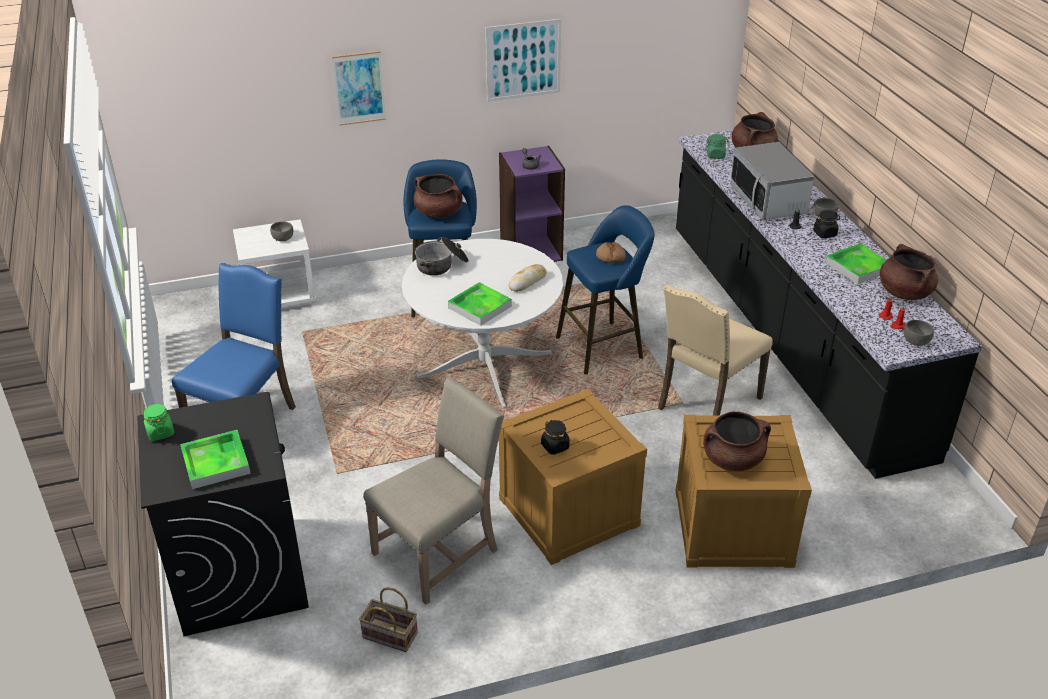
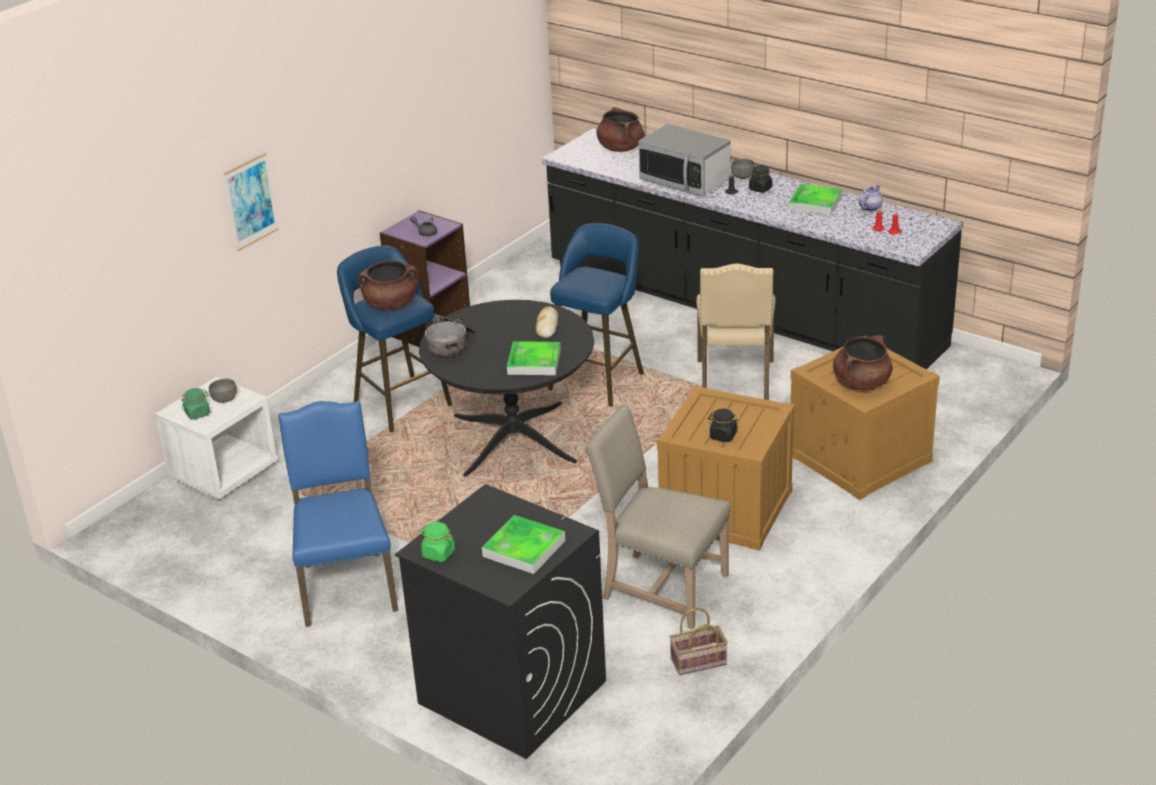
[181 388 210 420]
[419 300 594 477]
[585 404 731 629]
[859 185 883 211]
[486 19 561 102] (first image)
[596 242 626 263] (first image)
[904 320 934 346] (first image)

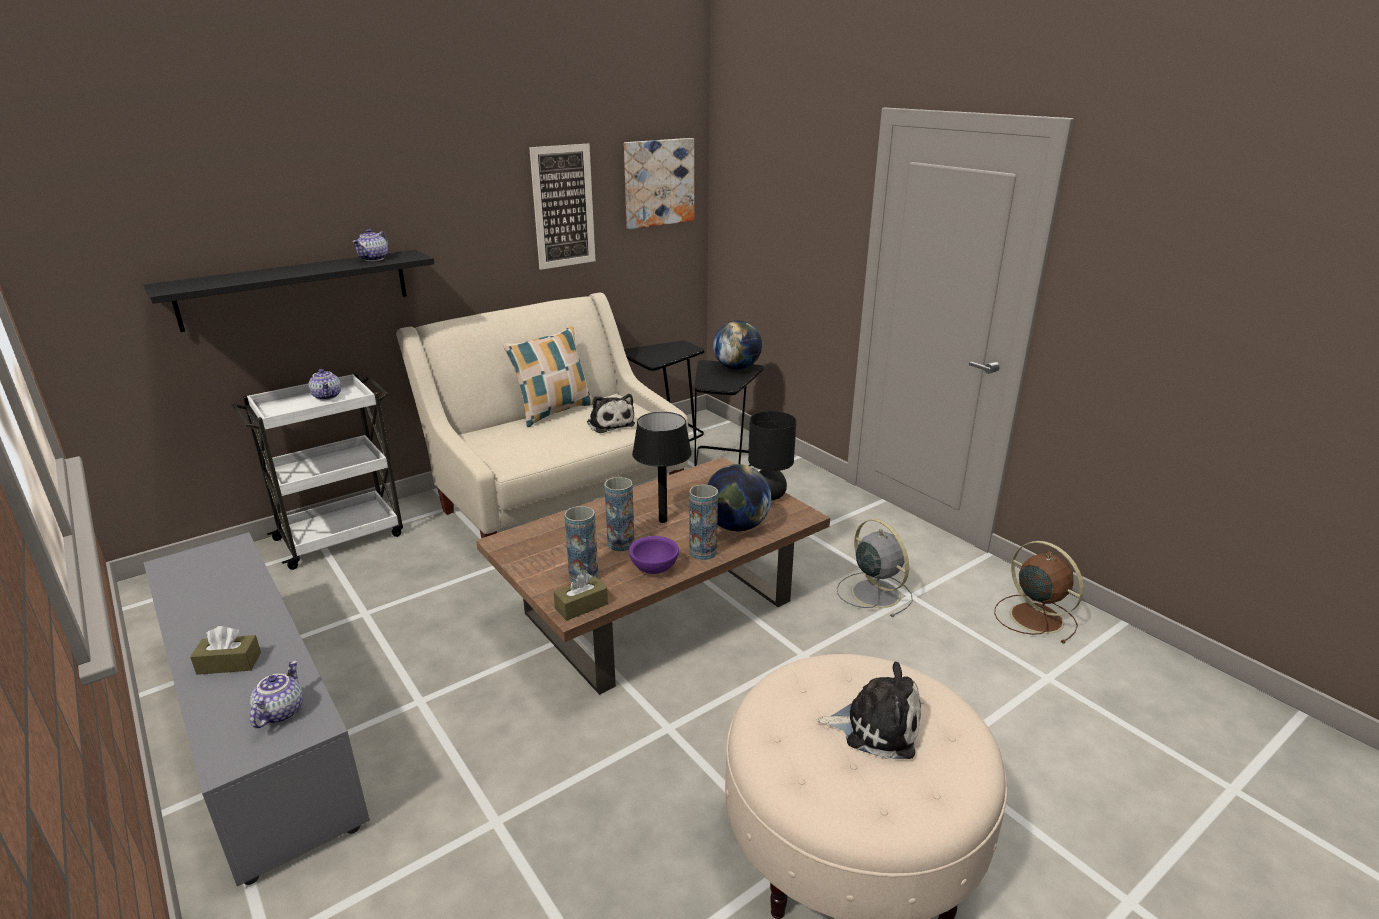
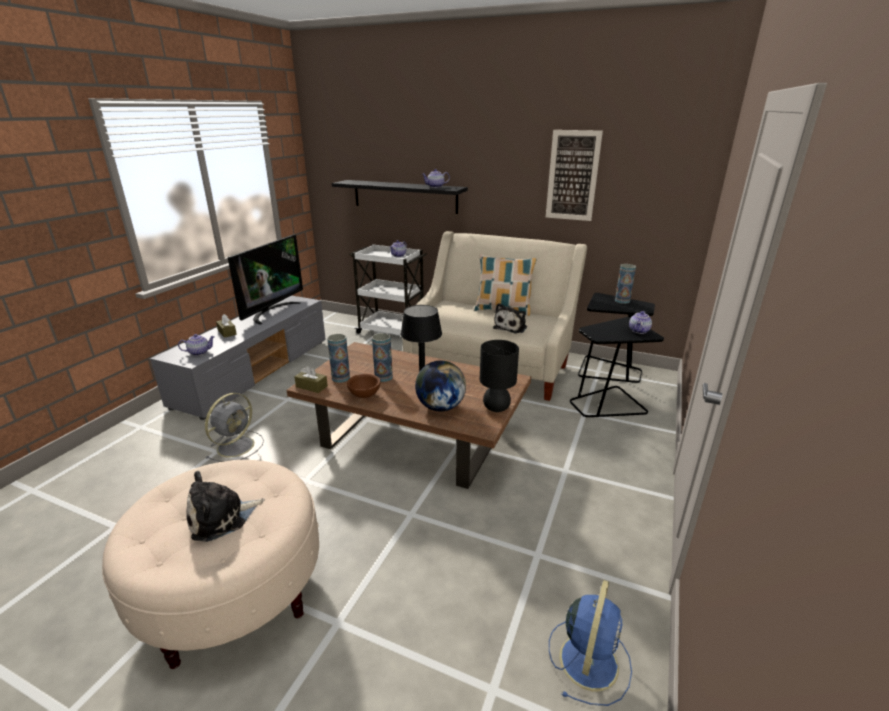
[186 471 265 542]
[205 393 264 462]
[228 234 303 325]
[347 374 381 398]
[549 580 632 706]
[615 264 636 304]
[629 311 652 334]
[624 138 694 229] (first image)

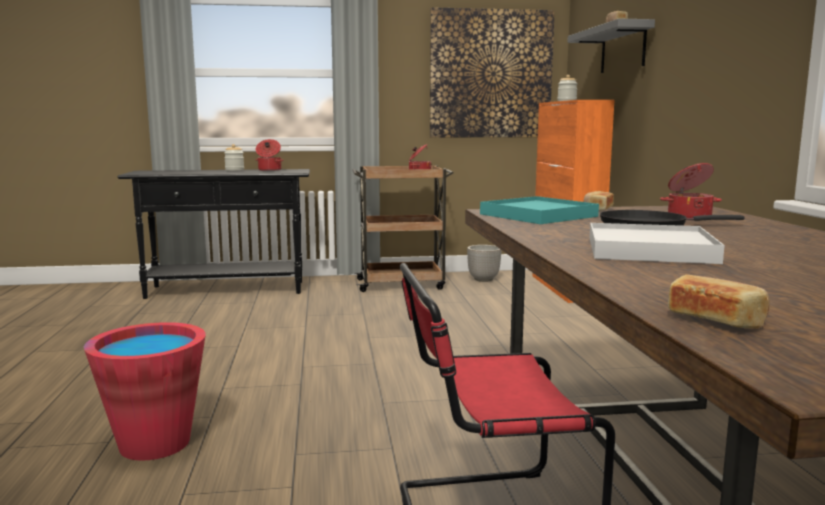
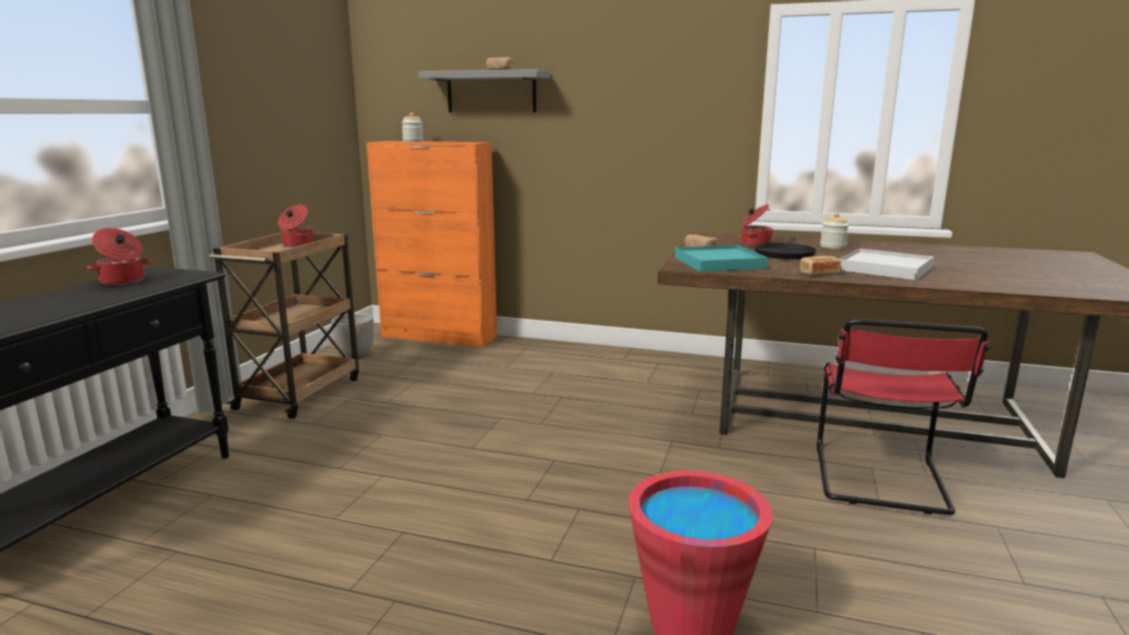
[800 256 841 275]
[820 213 849 249]
[430 7 555 138] (first image)

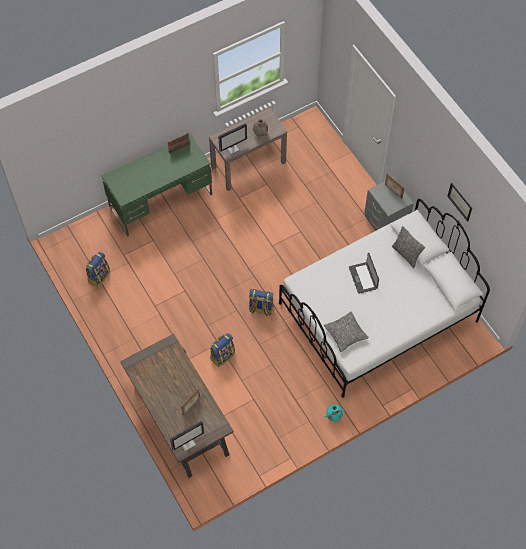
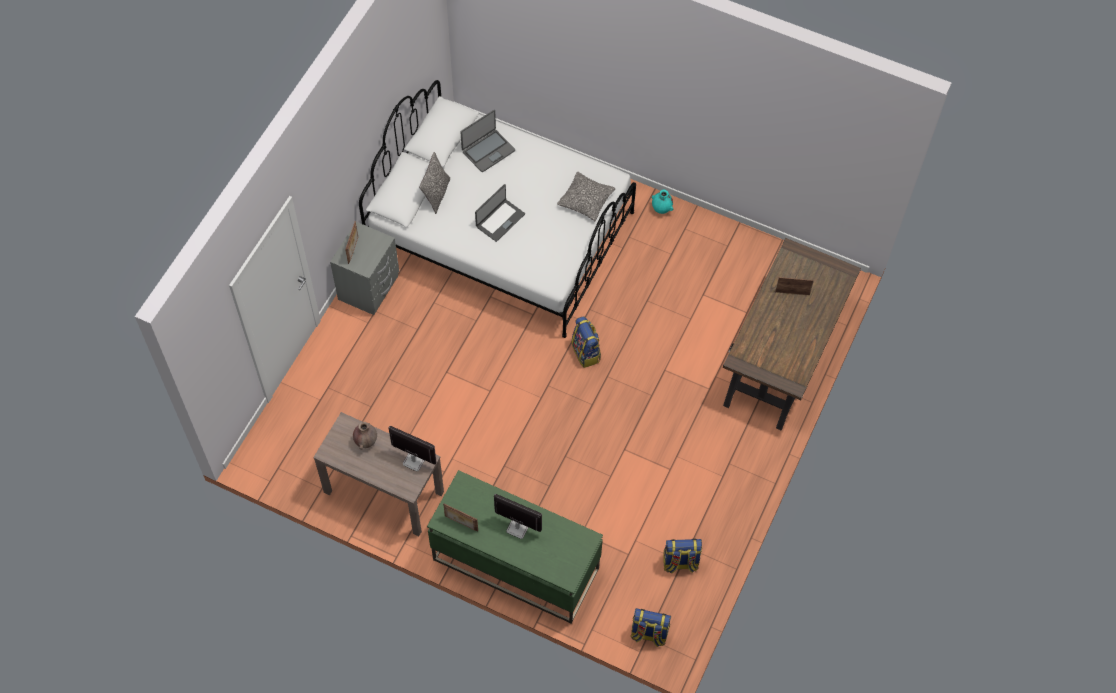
[461 110 515 172]
[494 494 542 539]
[630 608 671 647]
[447 183 472 222] (first image)

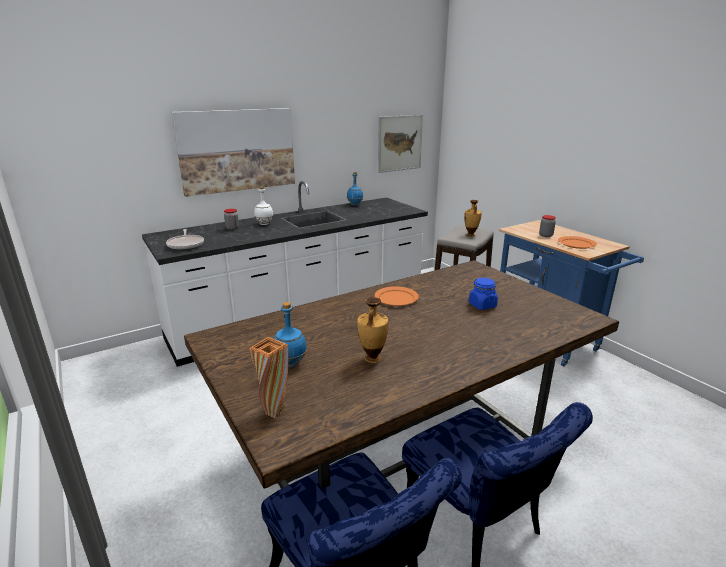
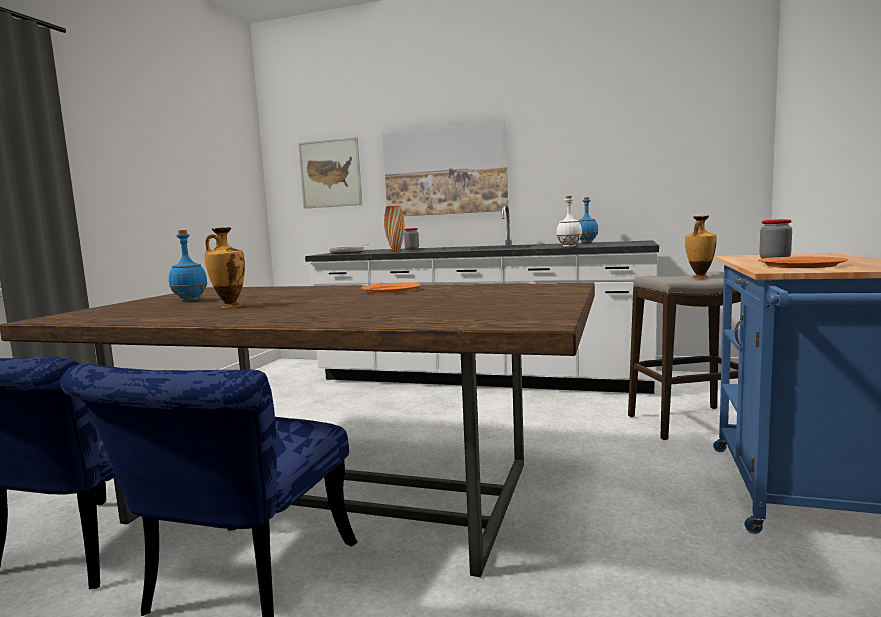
[298 137 362 209]
[384 206 405 252]
[556 196 582 247]
[469 278 498 310] (first image)

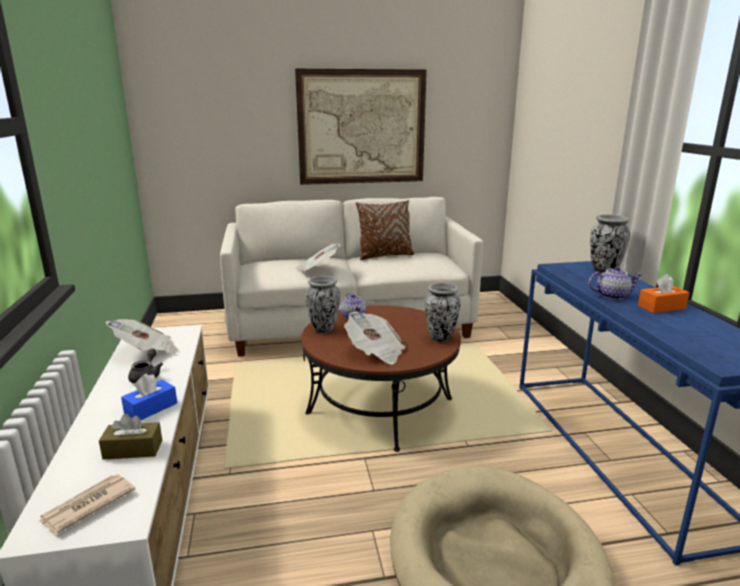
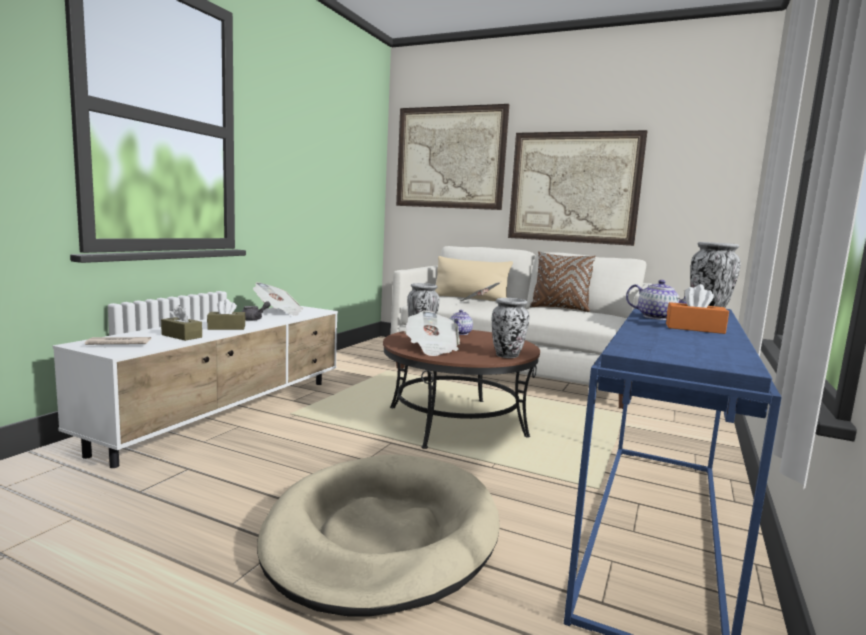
[207 299 246 330]
[396 104 509 210]
[435 256 513 301]

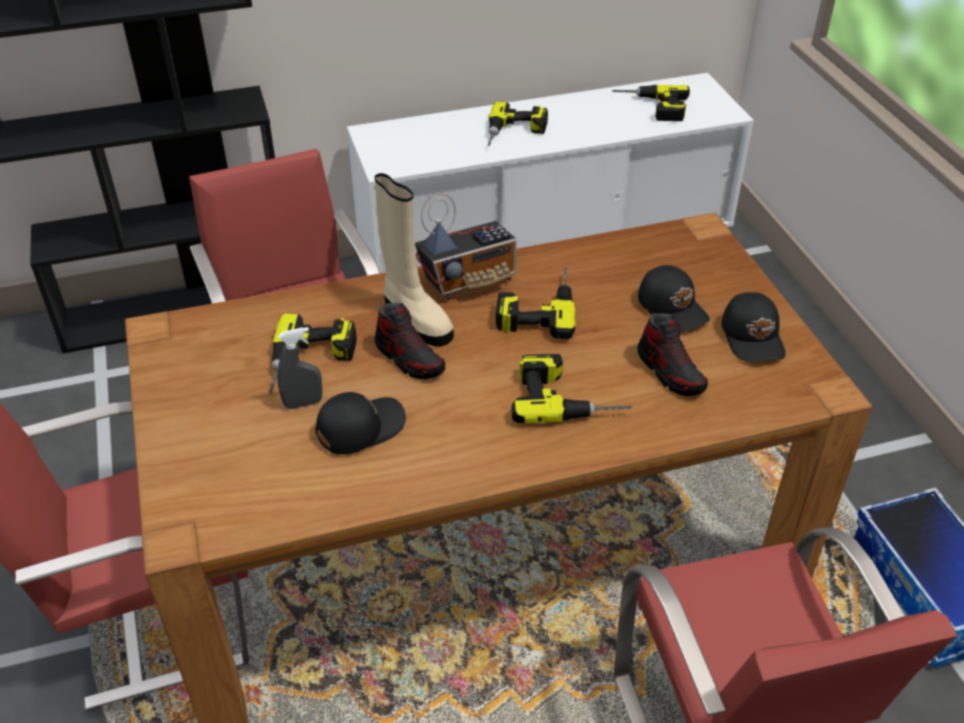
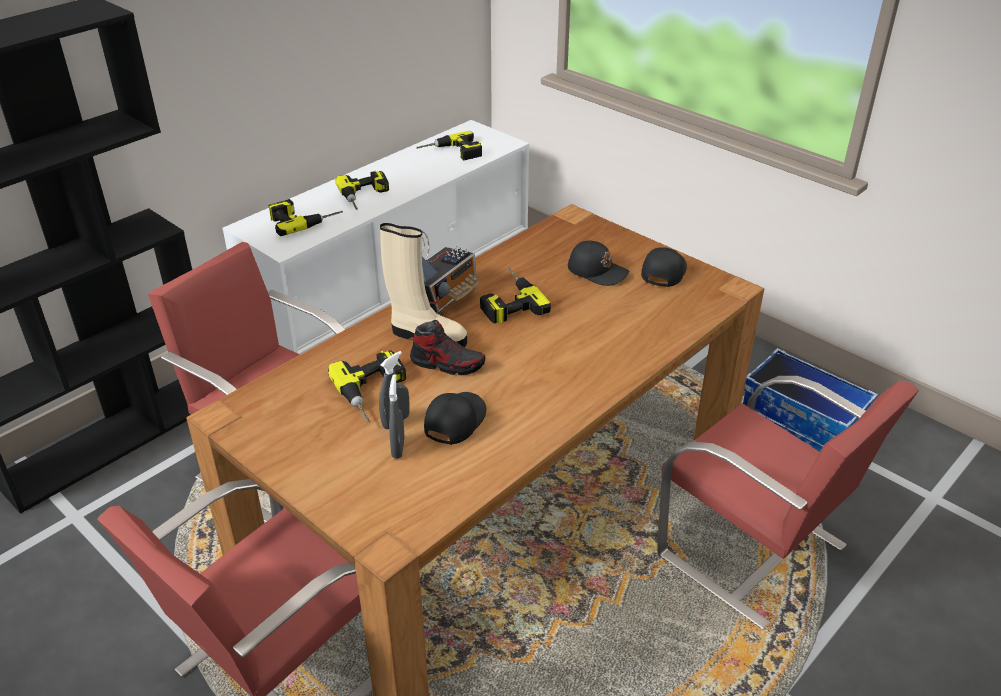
[268 199 343 236]
[389 374 405 459]
[641 247 687 287]
[637 313 708 396] (first image)

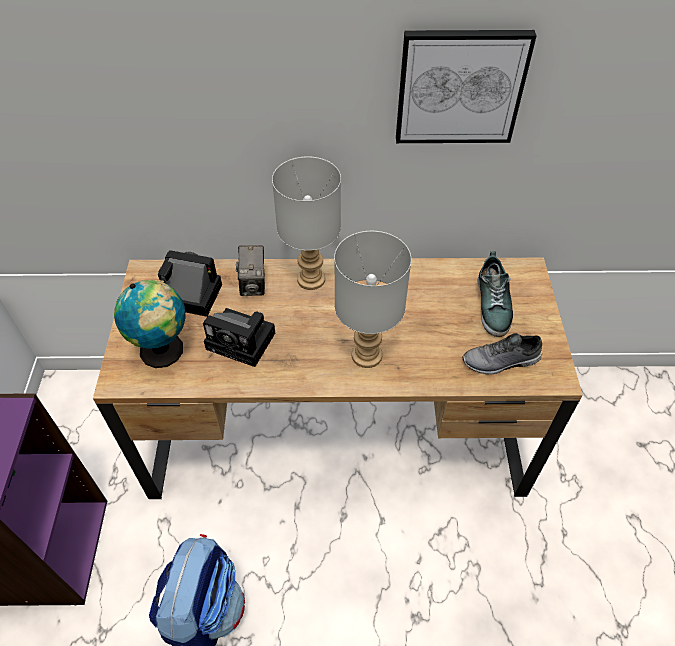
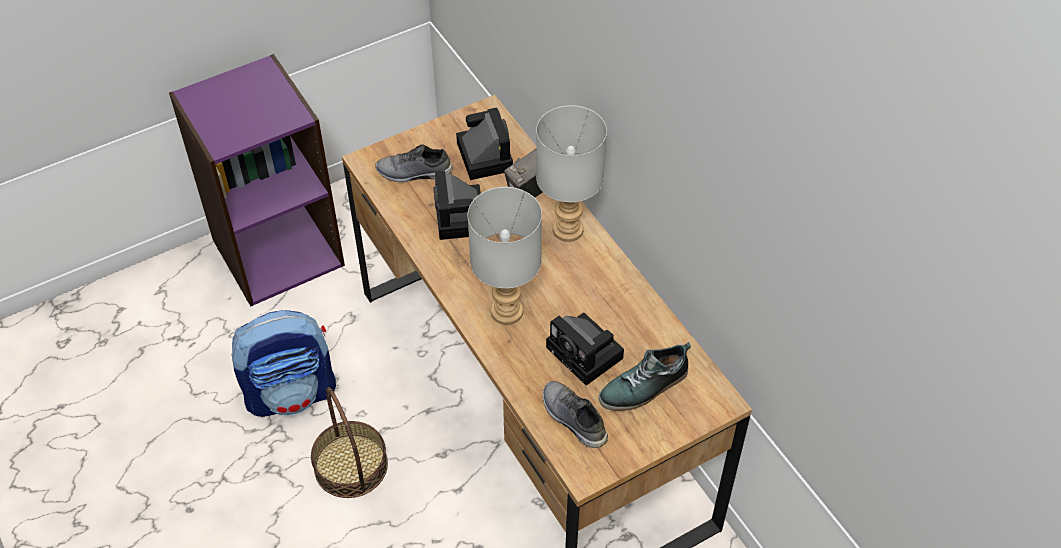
[311 387 388 498]
[375 145 453 182]
[546 312 624 386]
[396 30 537 143] (first image)

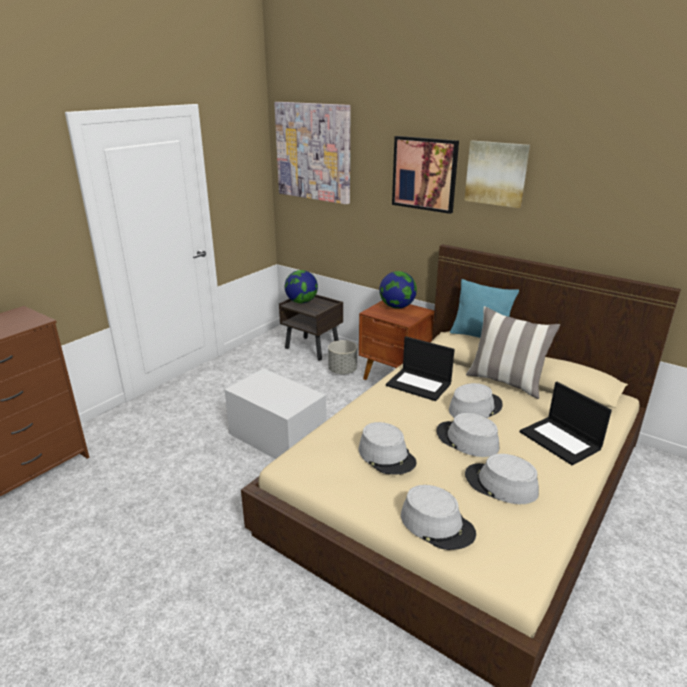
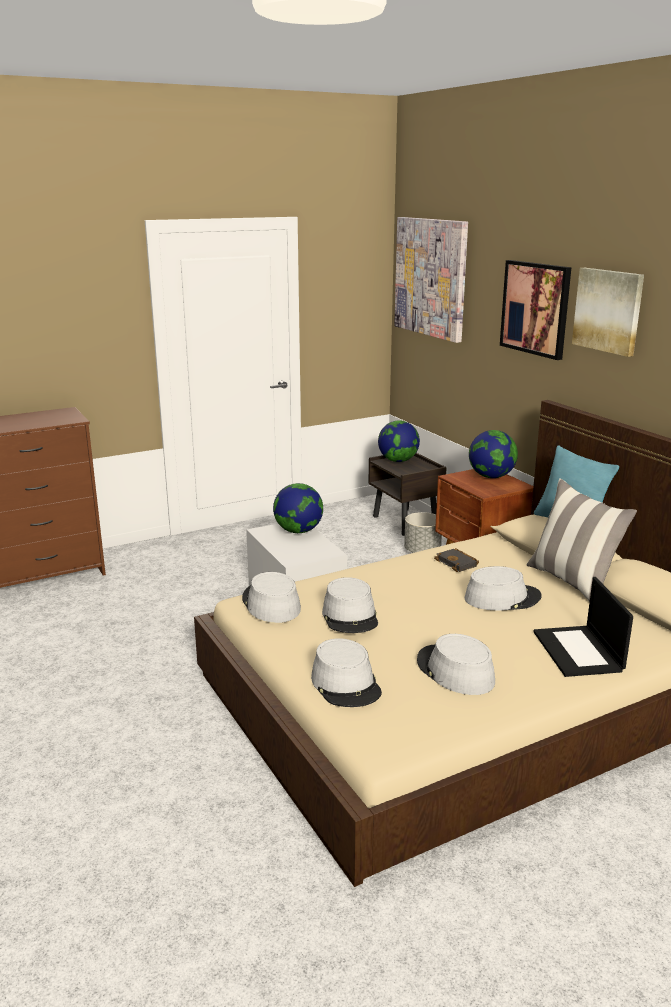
[242 572 301 623]
[273 483 323 533]
[434 548 479 572]

